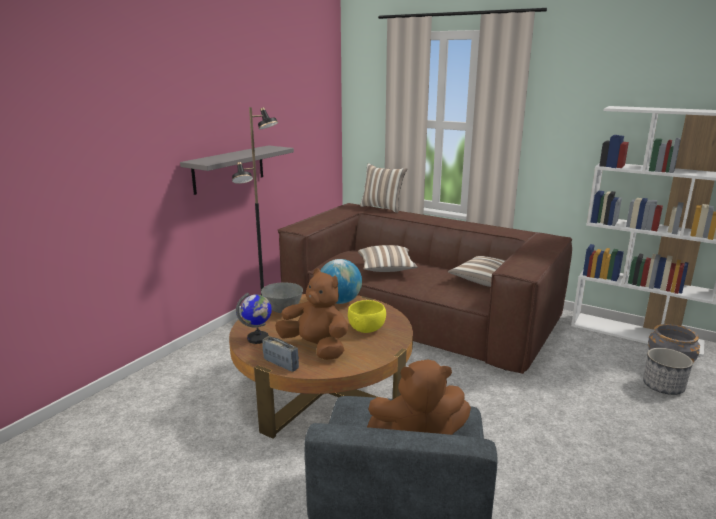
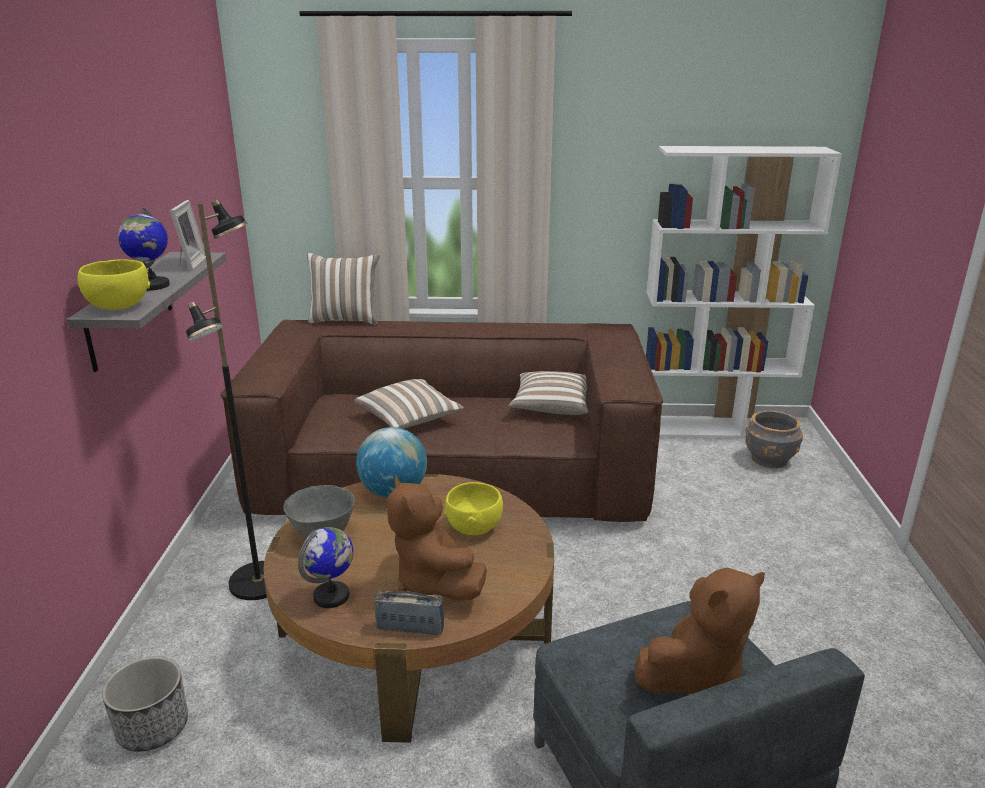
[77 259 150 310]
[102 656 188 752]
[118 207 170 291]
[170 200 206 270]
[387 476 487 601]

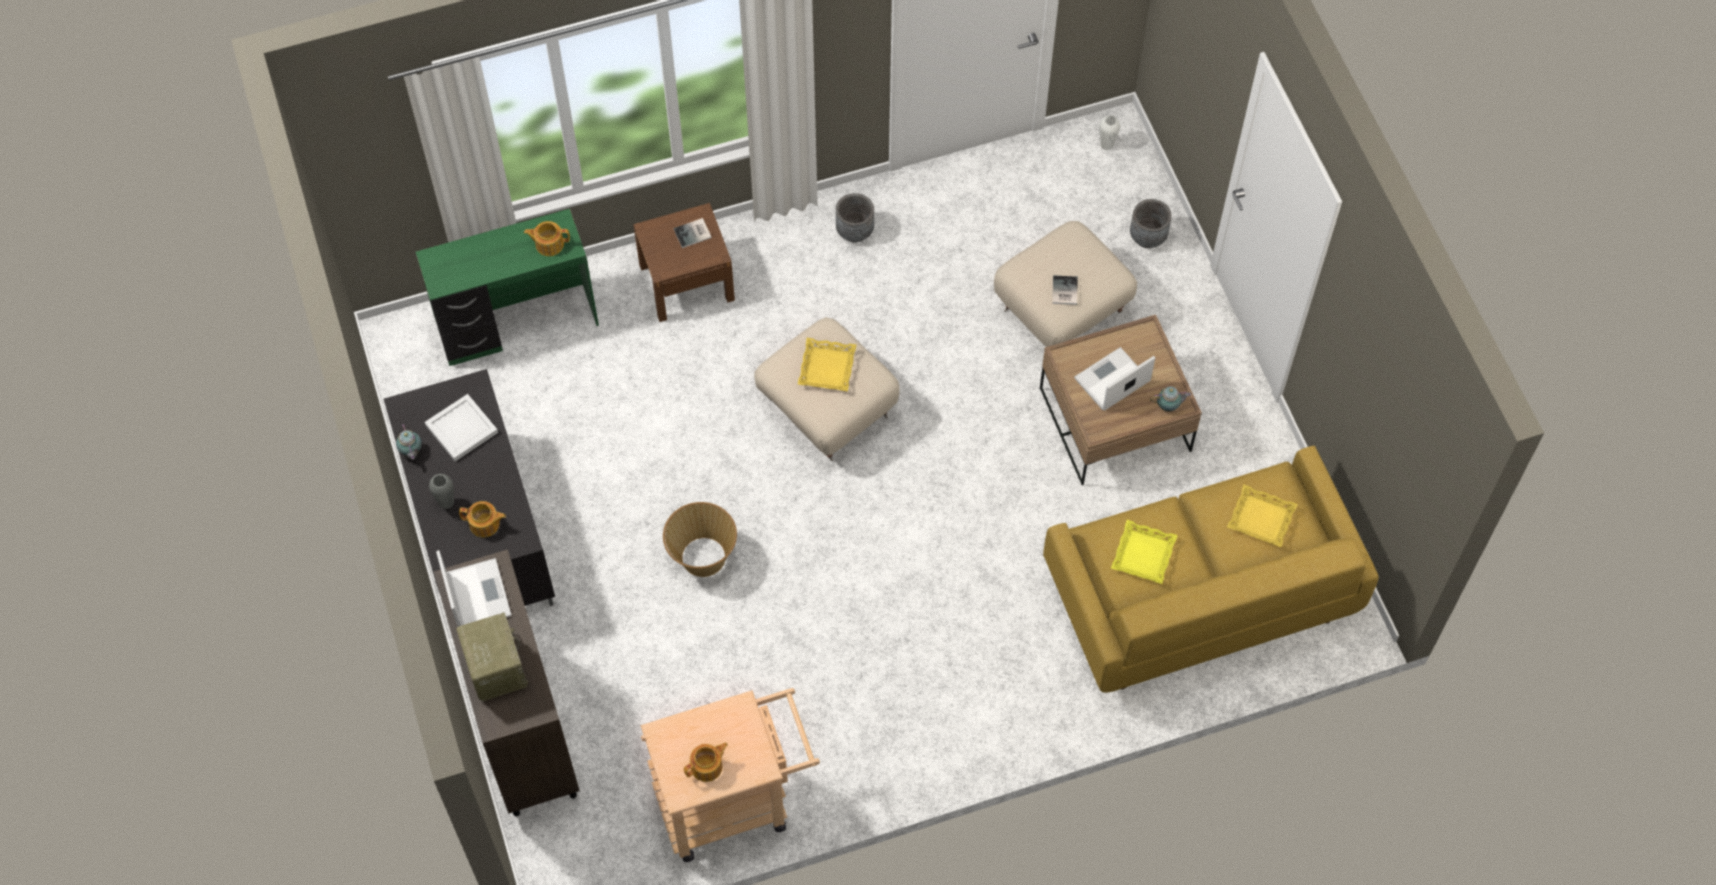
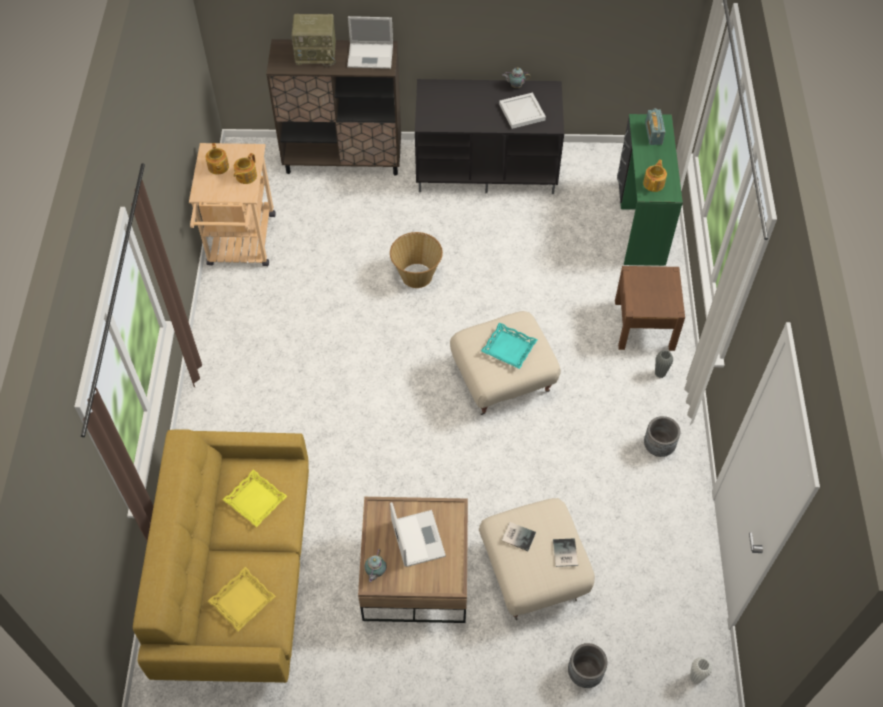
[234 153 257 184]
[481 322 537 369]
[553 538 578 567]
[645 108 665 145]
[655 350 673 378]

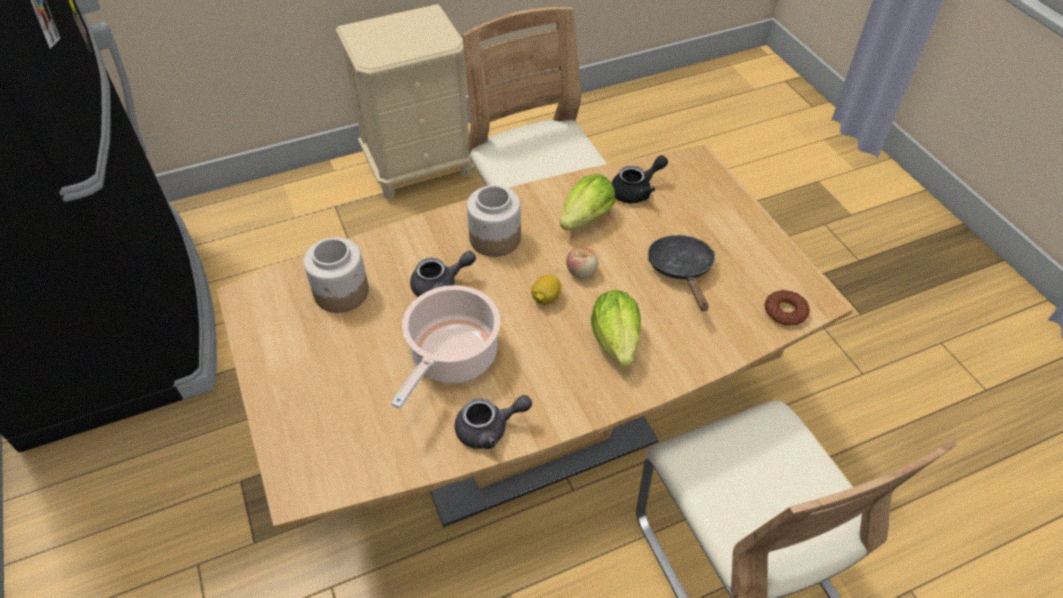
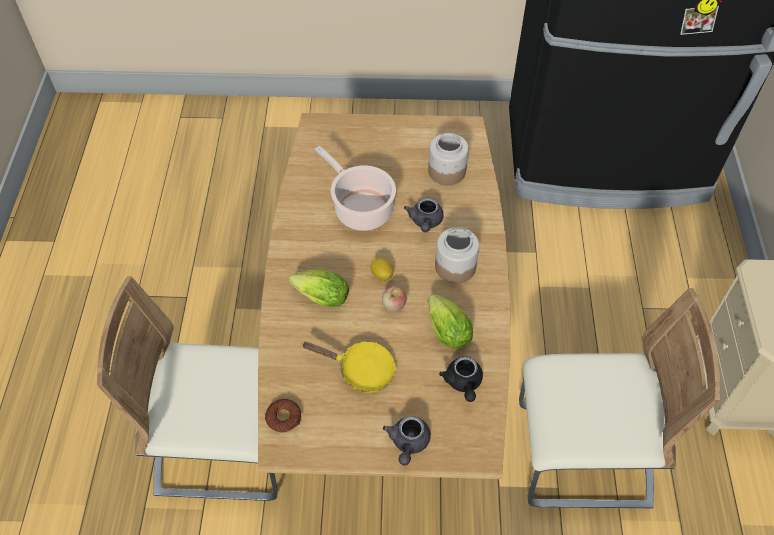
[301 341 395 393]
[383 416 431 465]

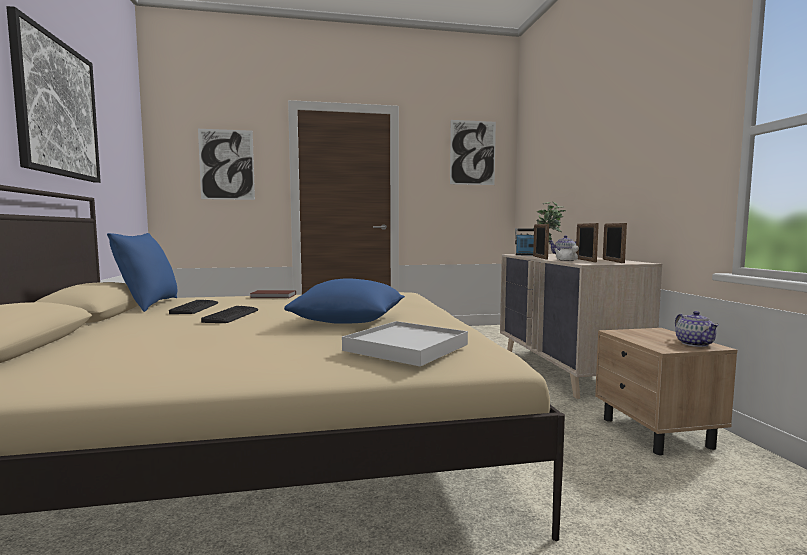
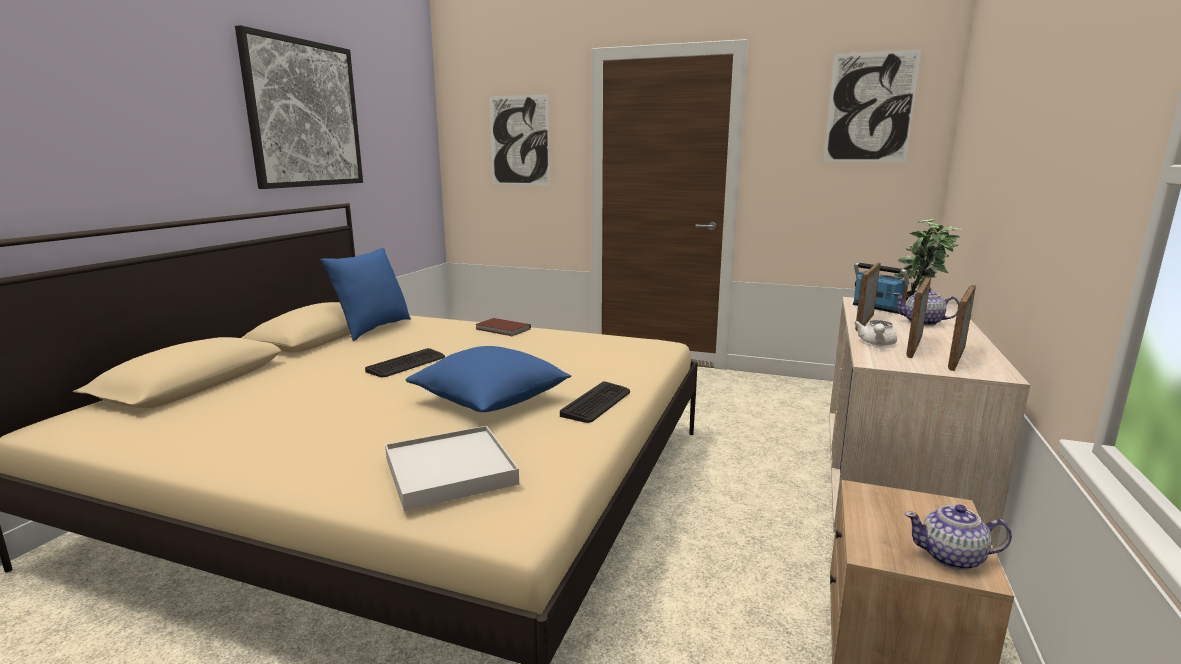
[560 381 630 423]
[905 504 1012 570]

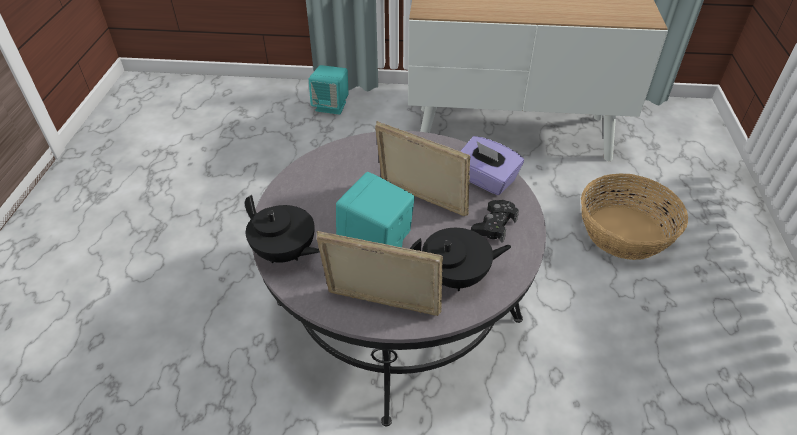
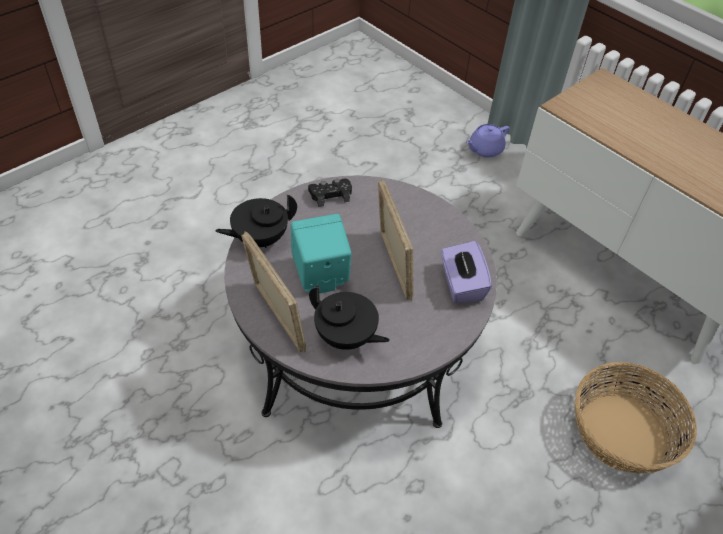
[215 194 297 248]
[308 179 352 207]
[466 124 510 157]

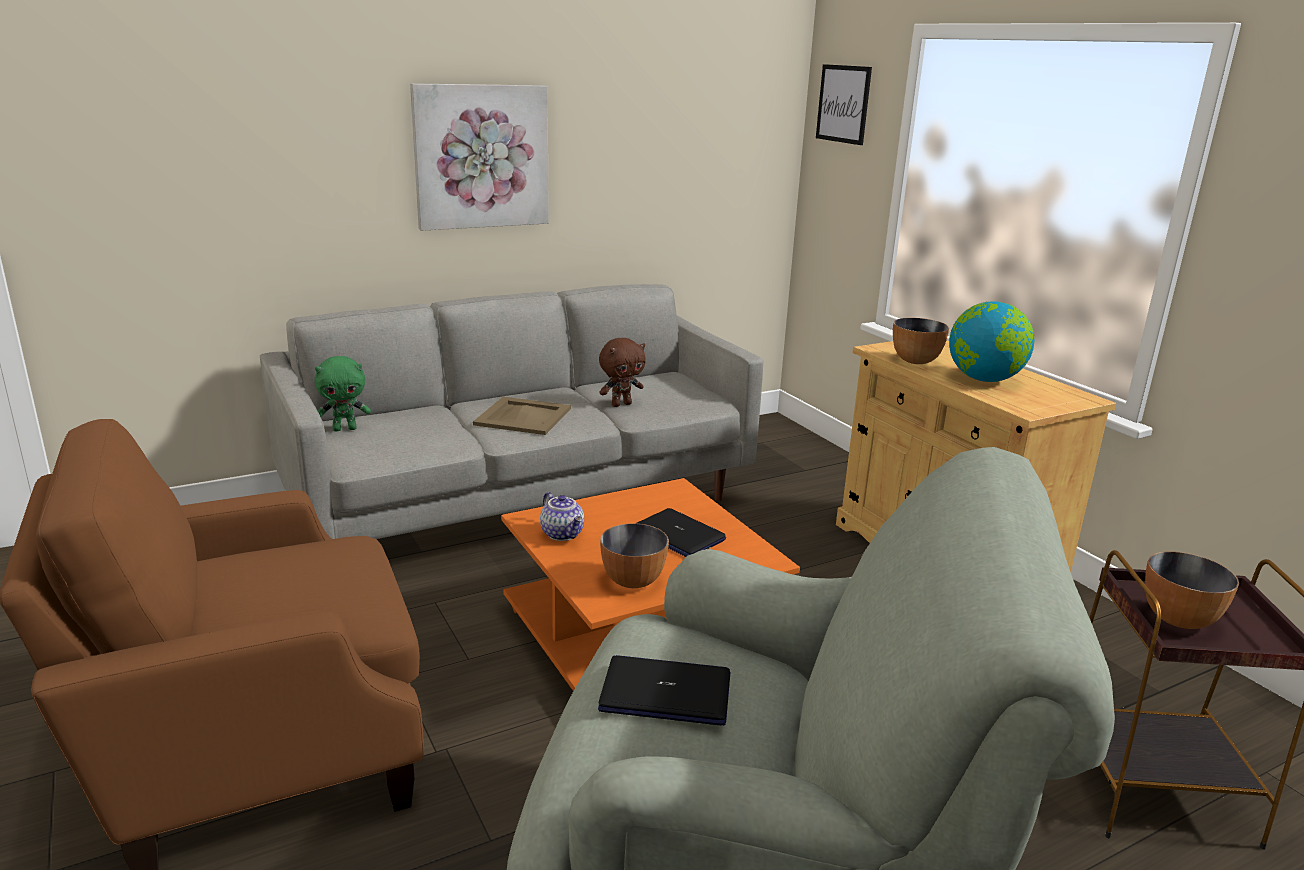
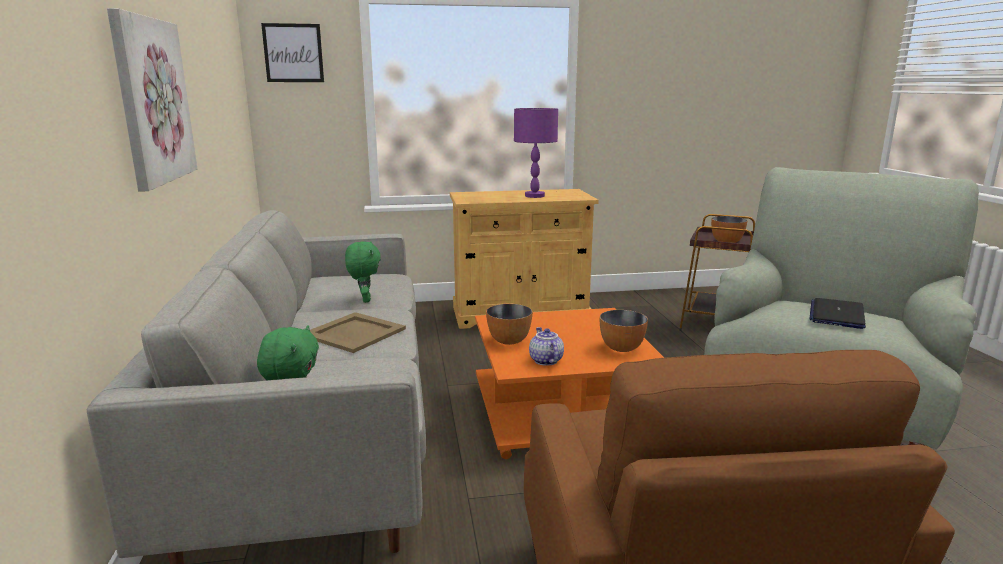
[345 241 381 303]
[486 304 532 345]
[514 108 558 198]
[529 327 564 366]
[637 508 726 557] (first image)

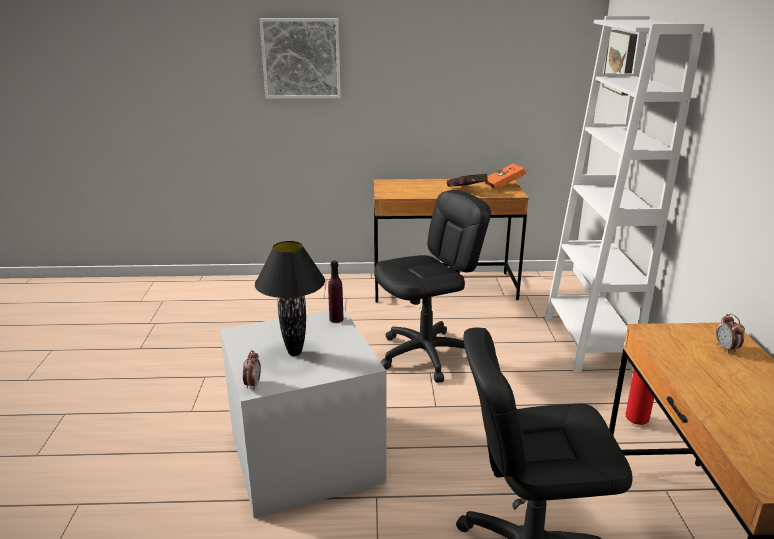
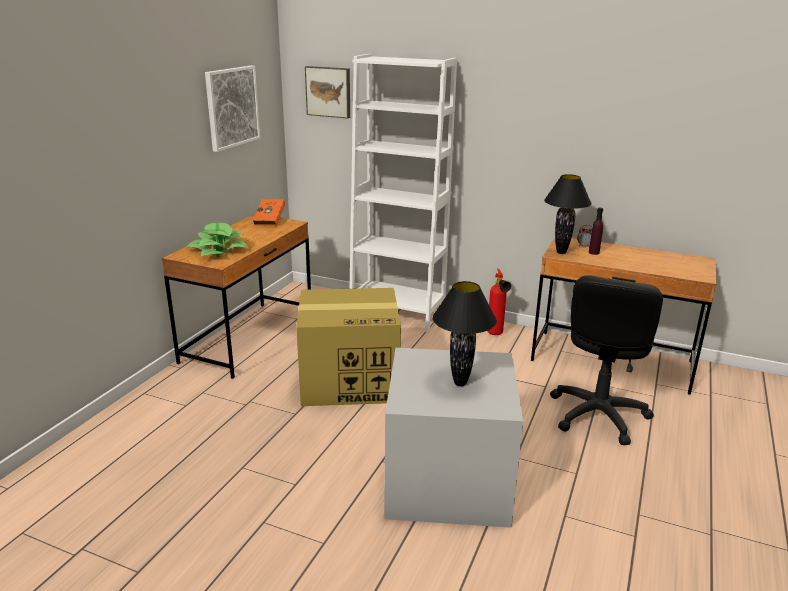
[187 223 249 257]
[205 66 260 152]
[296 288 401 406]
[544 174 591 254]
[589 208 603 255]
[243 350 261 390] (first image)
[447 174 488 187] (first image)

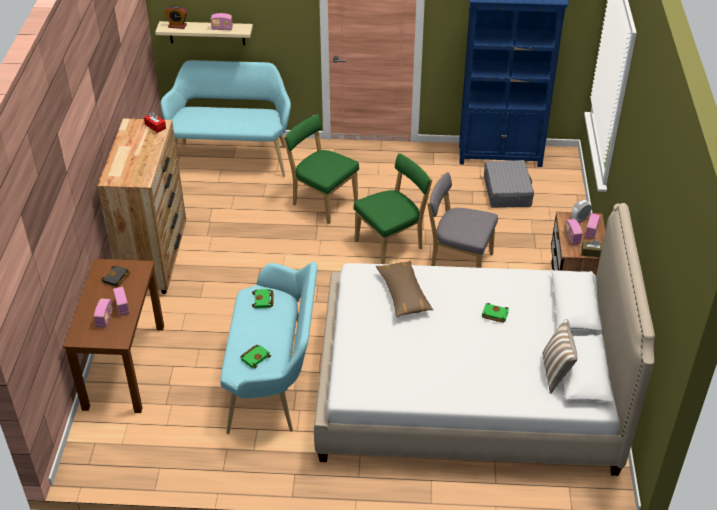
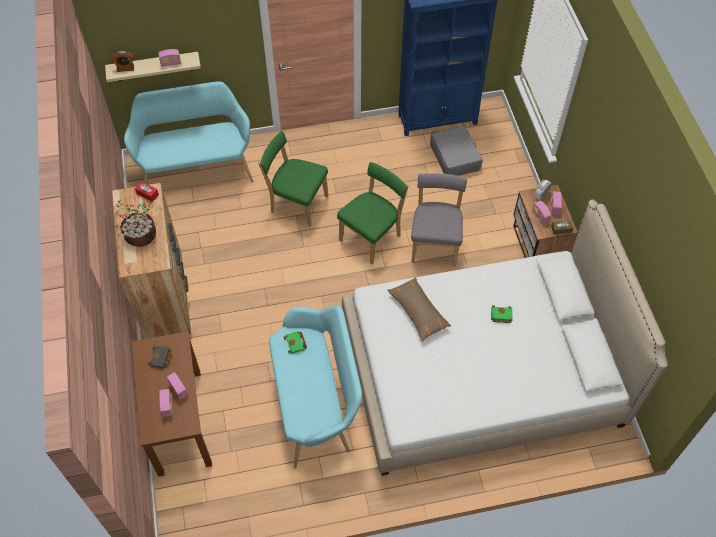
[115 201 156 247]
[411 173 467 267]
[240 345 271 368] (first image)
[542 319 577 394] (first image)

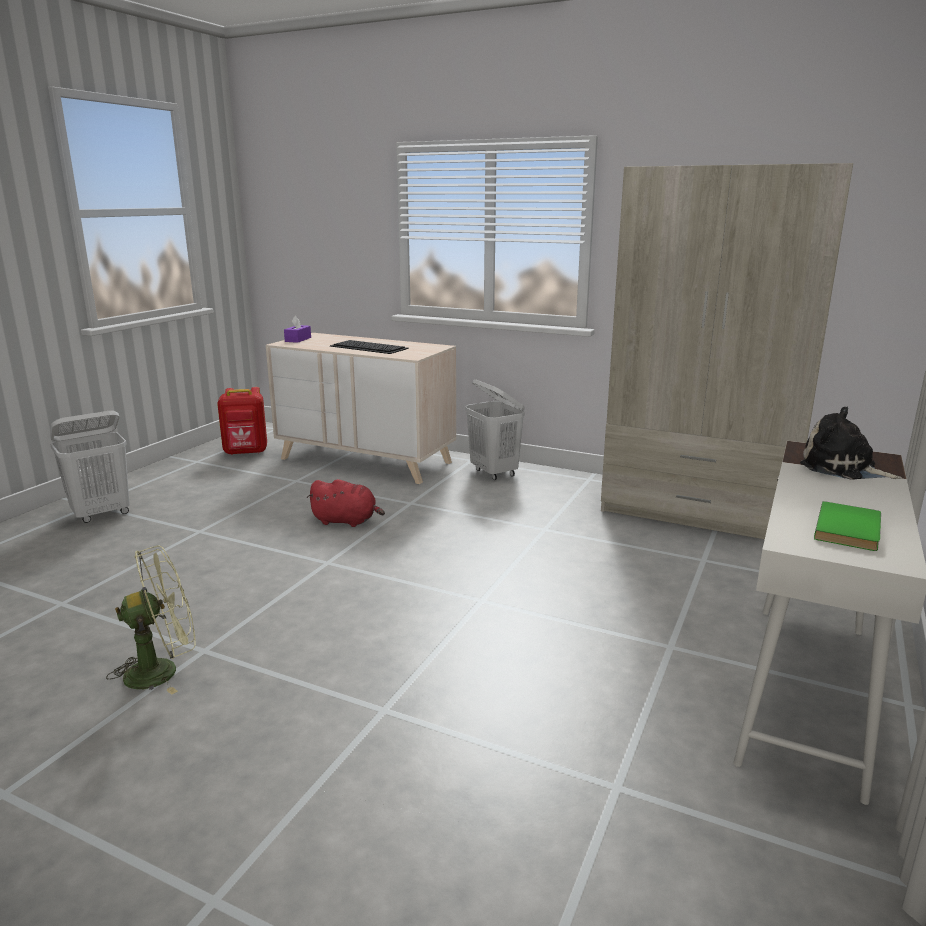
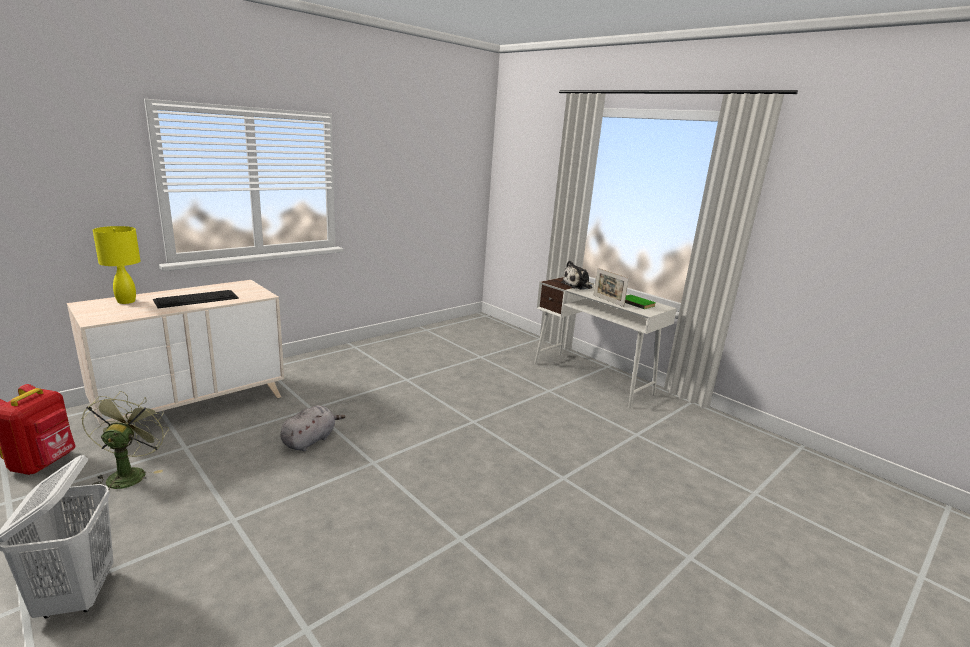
[81 391 169 490]
[93 226 140 304]
[280 405 346 451]
[593 268 629 307]
[284 316 311 343] (first image)
[465 380 525 480] (first image)
[601 163 853 539] (first image)

